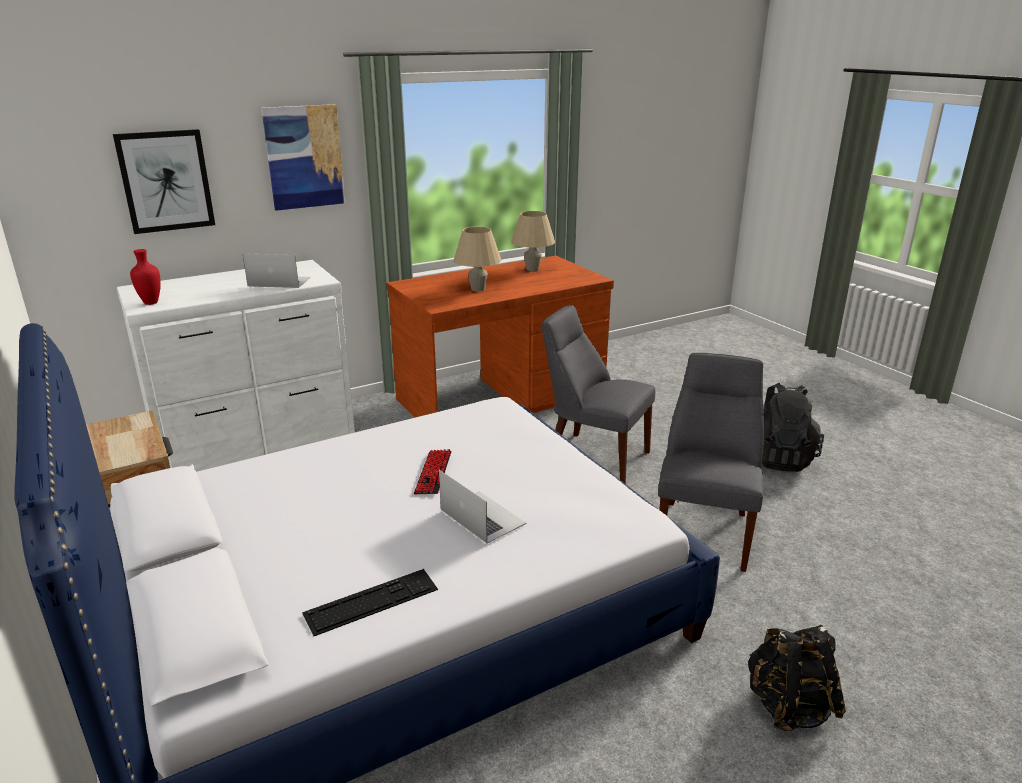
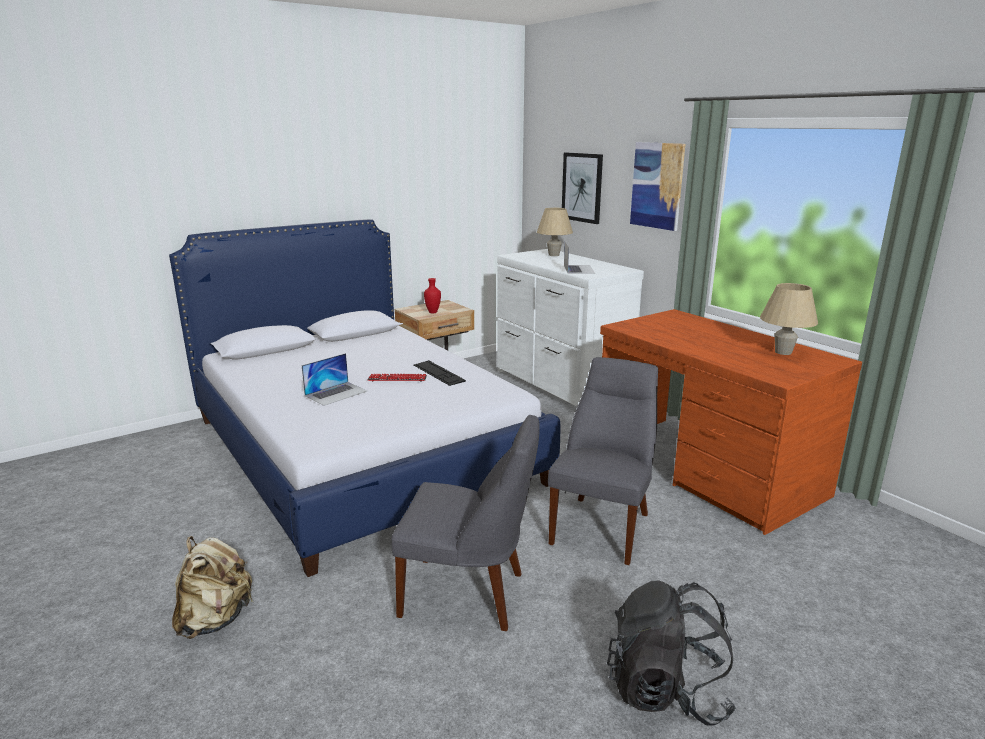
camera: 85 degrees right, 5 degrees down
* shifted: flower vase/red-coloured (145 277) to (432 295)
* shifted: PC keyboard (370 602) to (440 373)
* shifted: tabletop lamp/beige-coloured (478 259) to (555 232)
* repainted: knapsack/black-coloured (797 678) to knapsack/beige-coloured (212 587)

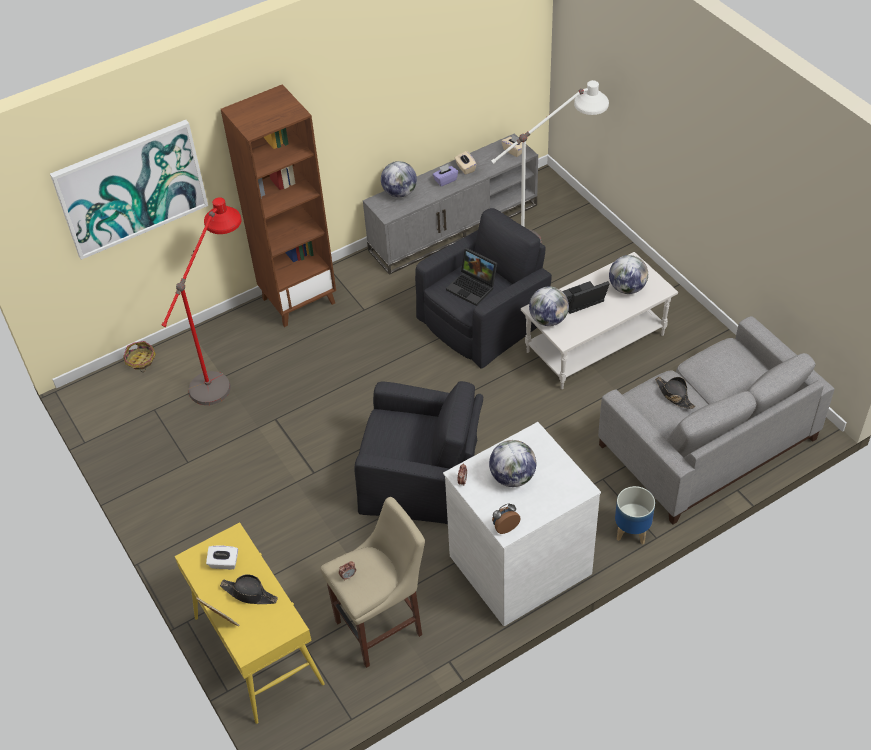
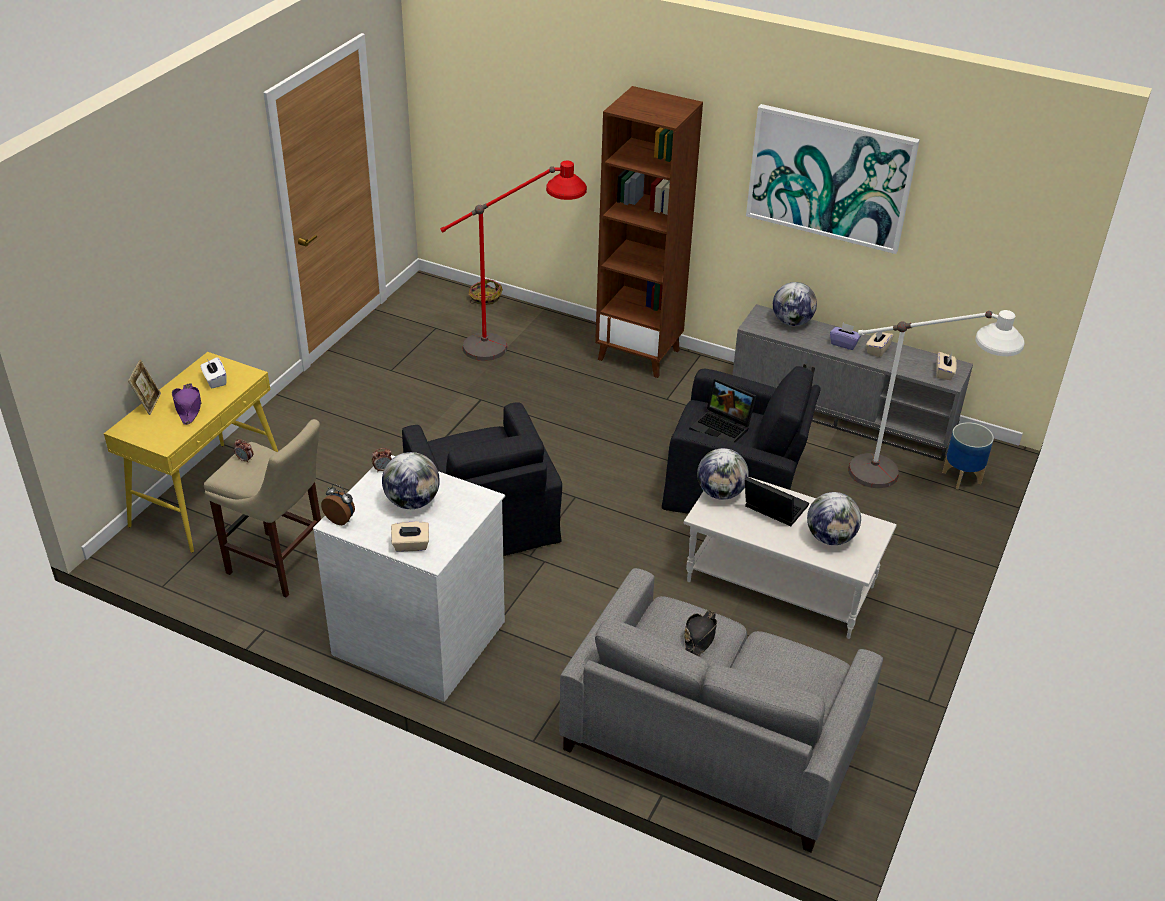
camera: 55 degrees right, 10 degrees down
* shifted: wall picture (129 190) to (833 179)
* repainted: wearable hat/black-coloured (249 589) to wearable hat/purplish (187 404)
* rotated: notebook computer (471 277) = (722 410) 60 degrees counterclockwise
* shifted: planter (635 515) to (968 455)
* new: tissue box/beige-coloured (410 536)

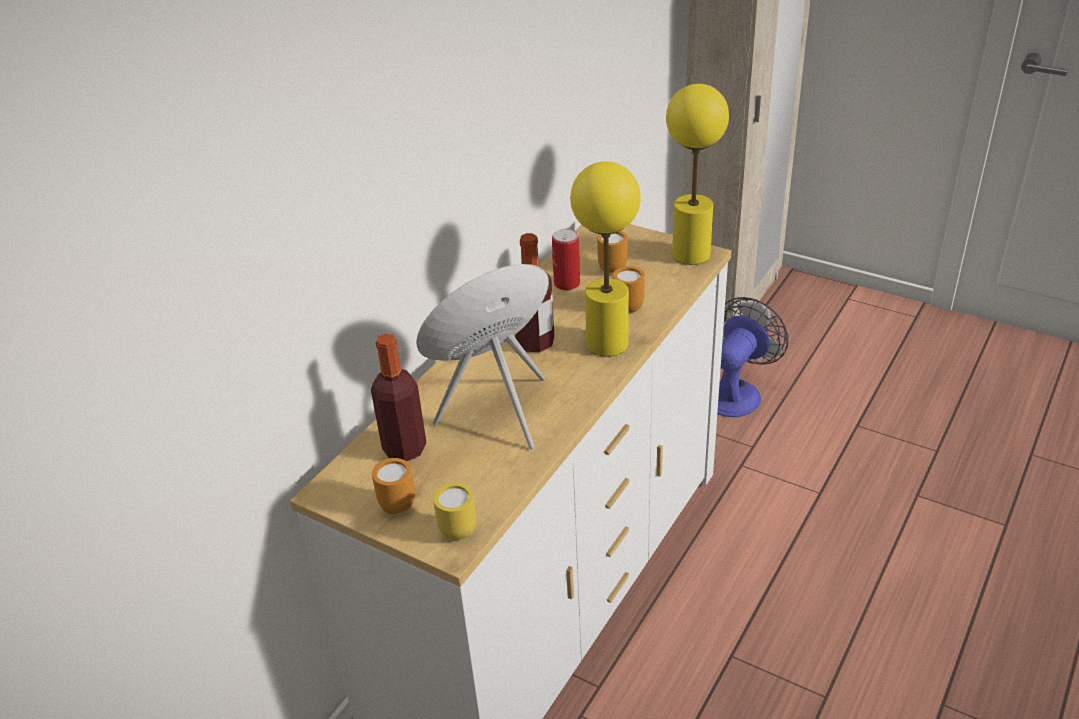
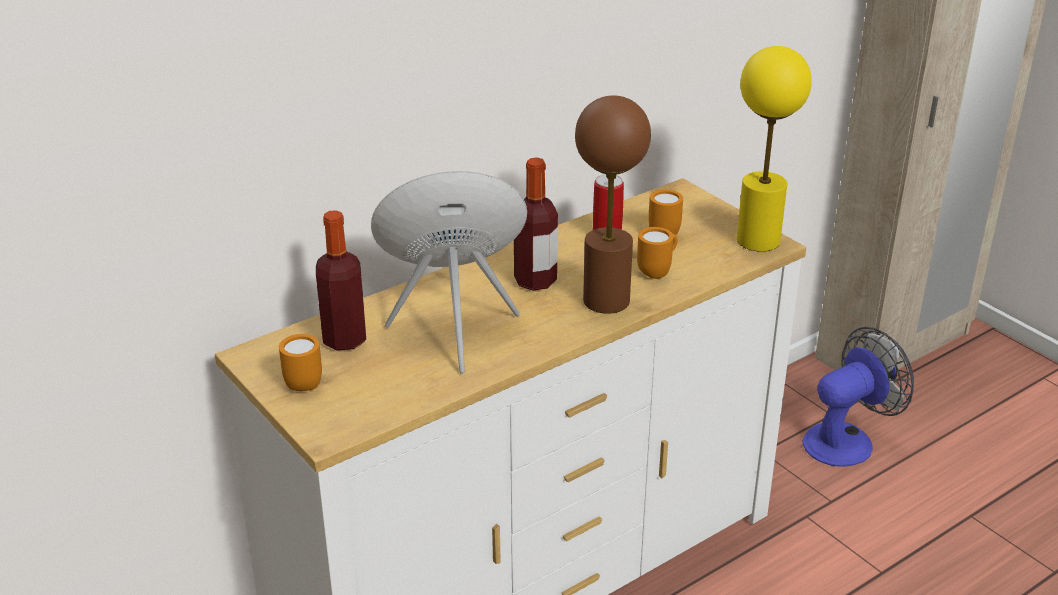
camera: 20 degrees right, 5 degrees down
* gone: coffee mug/yellow (454 511)
* repainted: tabletop lamp/yellow (605 259) to tabletop lamp/brown-coloured (613 204)

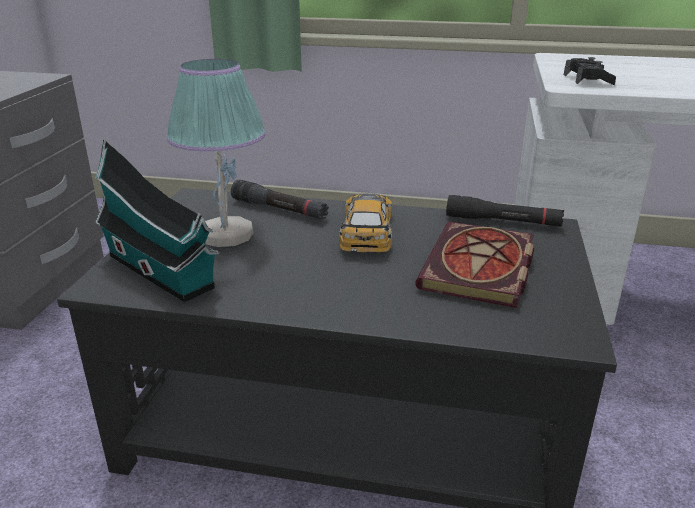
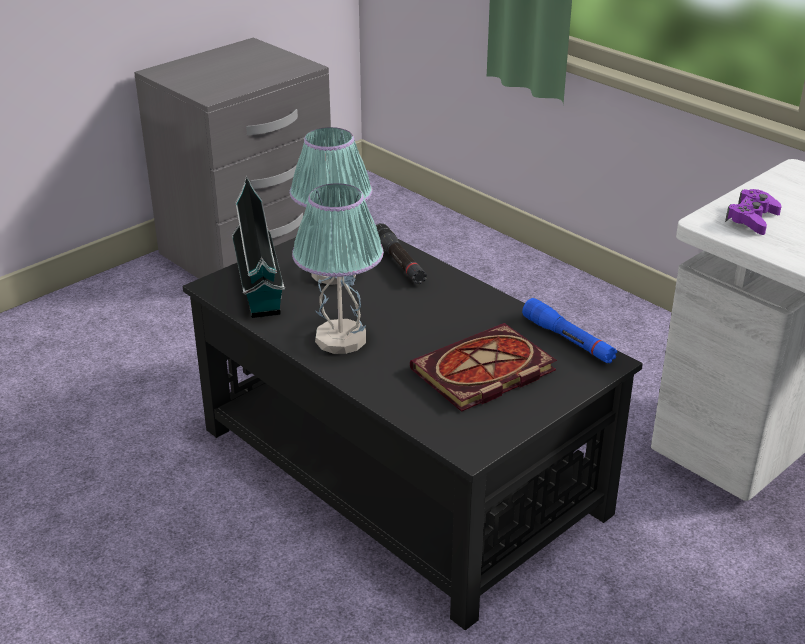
camera: 35 degrees right, 5 degrees up
* gone: toy car (365 222)
* repainted: flashlight/black-coloured (505 211) to flashlight/blue-coloured (569 331)
* repainted: joypad/black-coloured (590 71) to joypad/purplish (753 212)
* new: tabletop lamp (338 268)

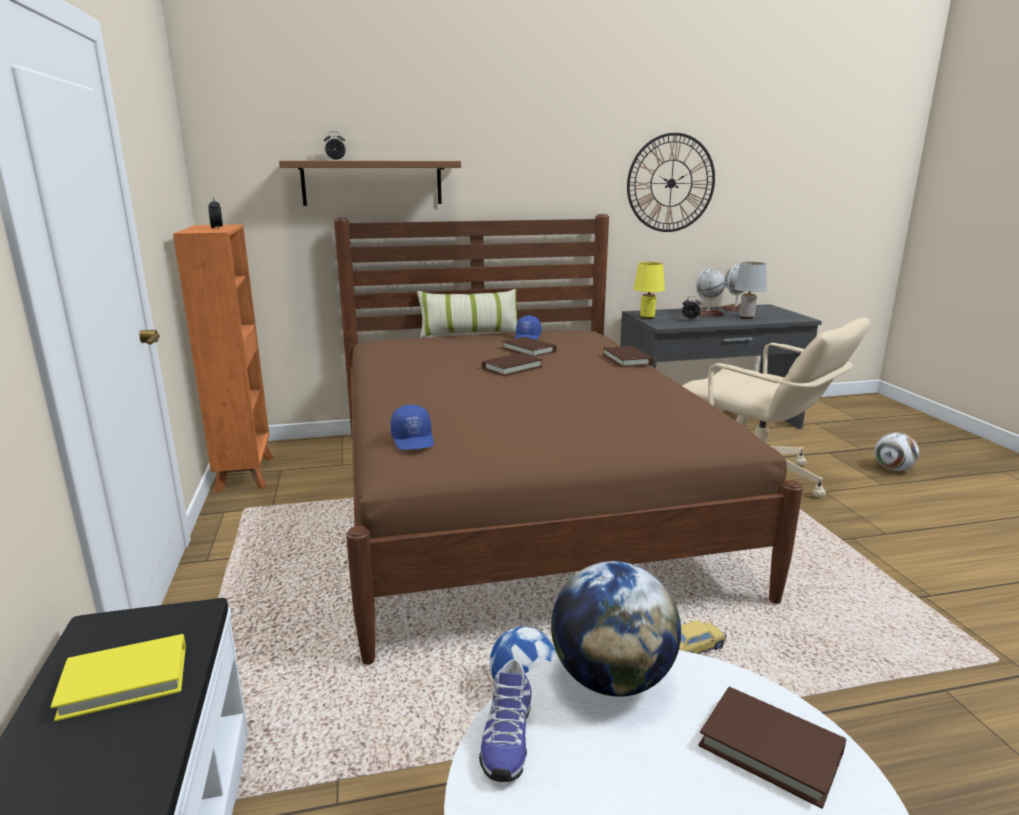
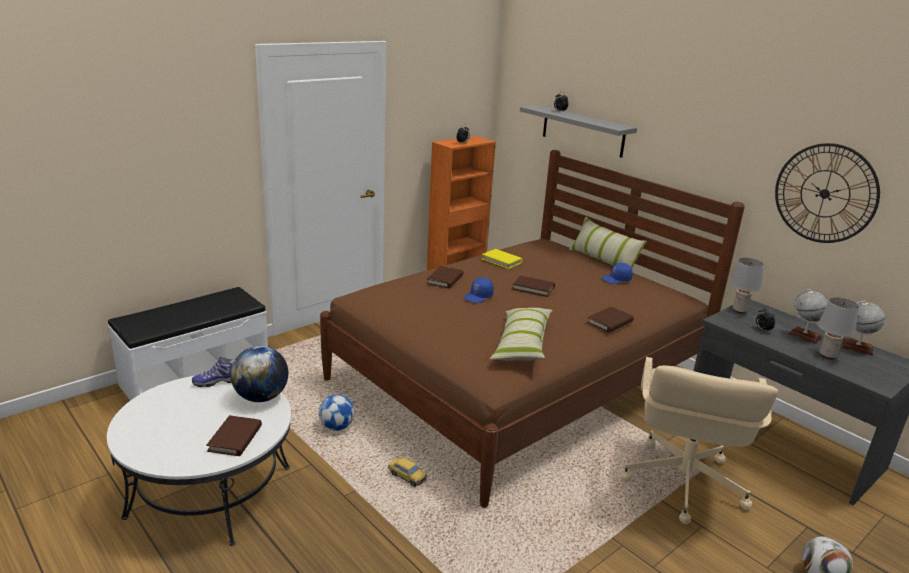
camera: 60 degrees right, 5 degrees up
* shifted: volume/yellow (118 677) to (502 259)
* repainted: wall shelf/brown-coloured (370 183) to wall shelf/gray (578 131)
* shifted: baseball cap/blue-coloured (412 427) to (479 290)
* shifted: volume/brown-coloured (529 347) to (445 277)
* repainted: tabletop lamp/yellow (649 290) to tabletop lamp/gray (747 285)
* new: cushion (521 334)

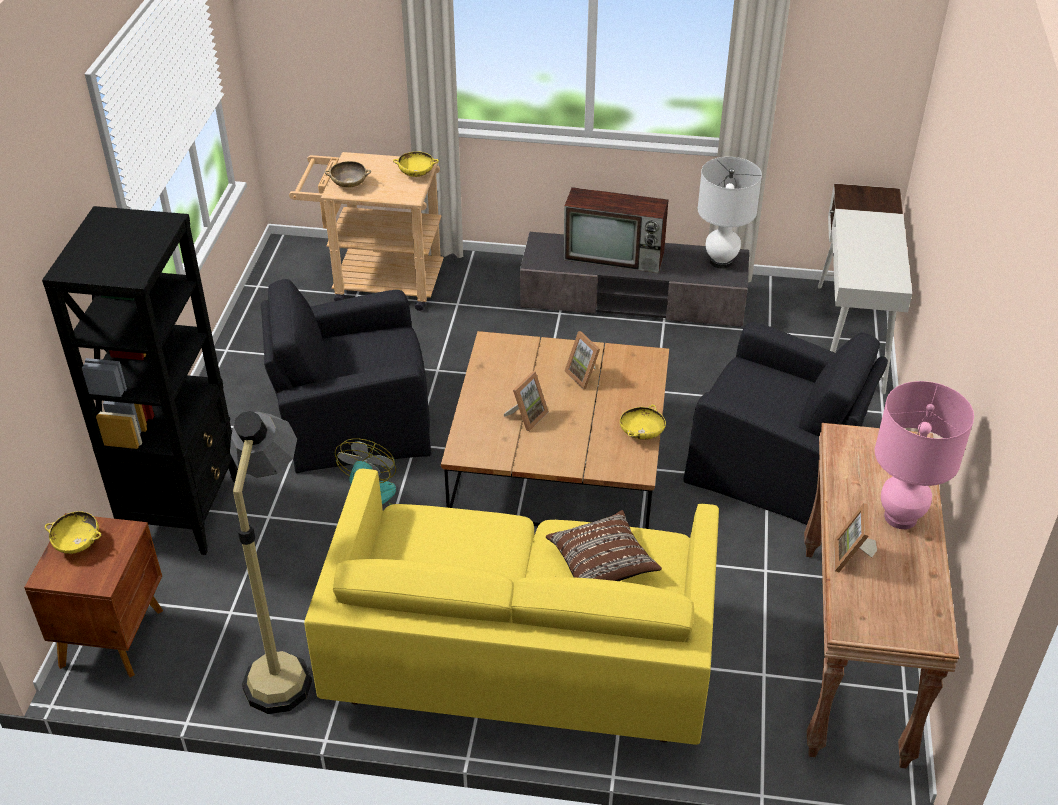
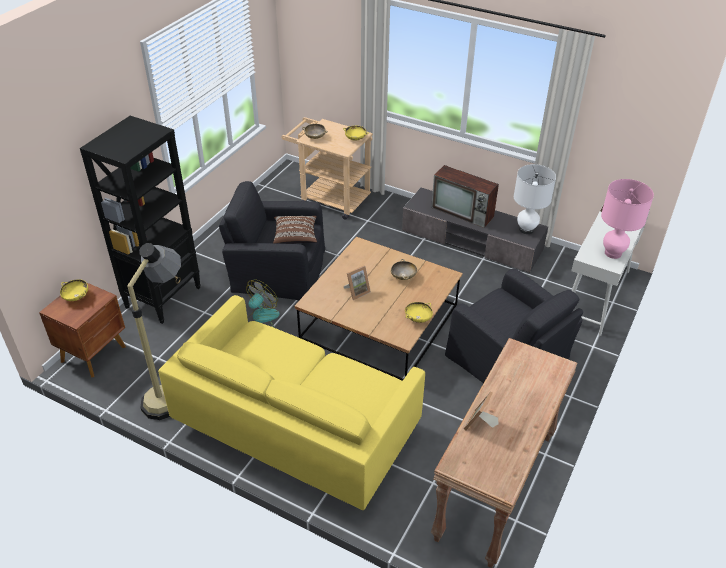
camera: 20 degrees right, 0 degrees up
* shifted: cushion/brown-coloured (604 545) to (295 230)
* swapped: photo frame (582 360) to serving bowl/beige-coloured (404 269)
* shifted: tabletop lamp/pinkish (924 455) to (627 219)

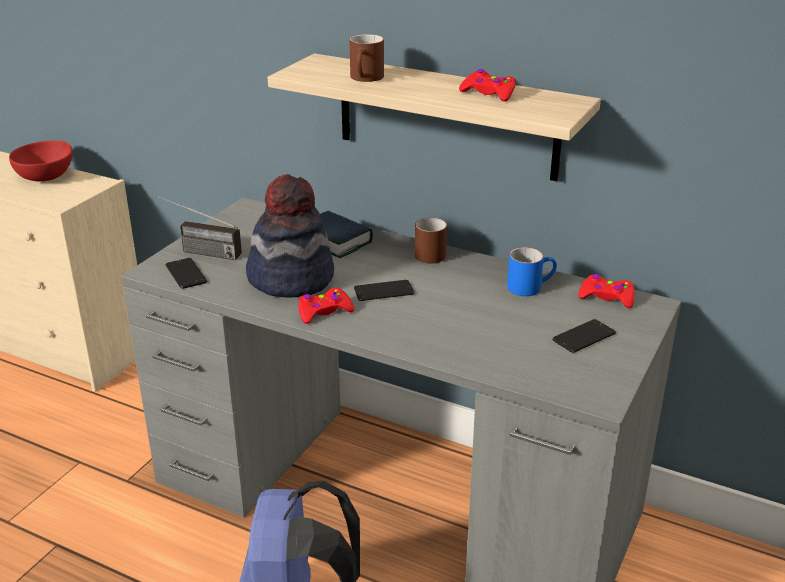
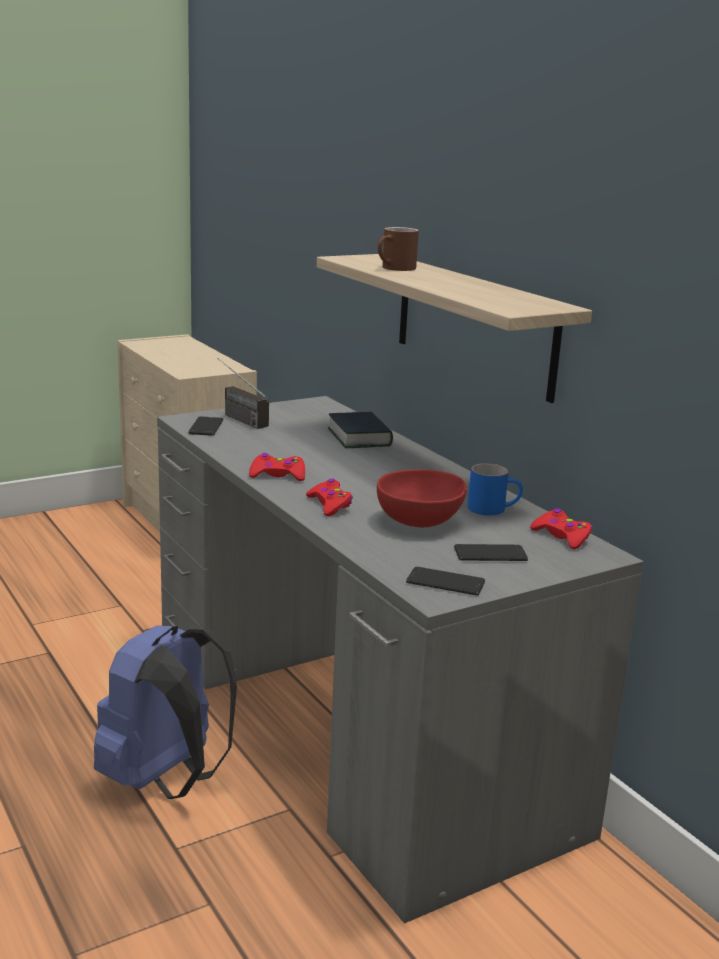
camera: 30 degrees right, 10 degrees down
* shifted: serving bowl/red-coloured (40 161) to (422 498)
* gone: wearable hat (290 235)
* shifted: handset (384 290) to (445 581)
* gone: coffee mug/brown-coloured (431 240)
* shifted: joypad/red-coloured (487 85) to (329 497)

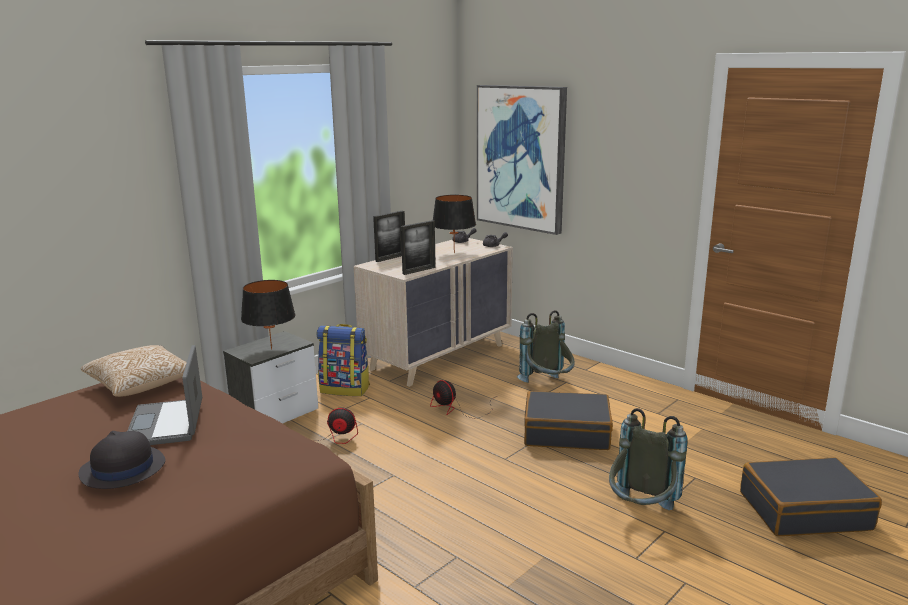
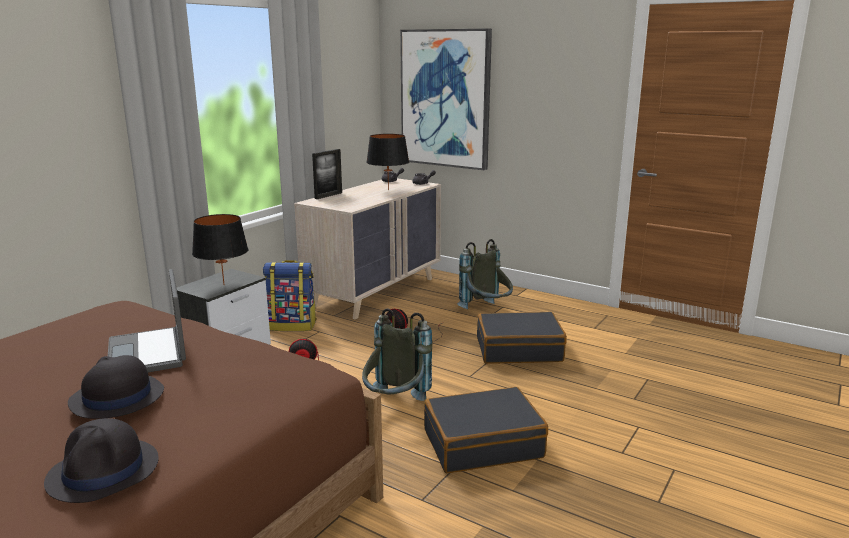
camera: 10 degrees left, 0 degrees up
* gone: cushion (134 371)
* gone: photo frame (418 247)
* shifted: knapsack/gray (648 459) to (397 354)
* shifted: suitcase/black-coloured (811 496) to (486 430)
* new: wearable hat/black-coloured (101 460)

